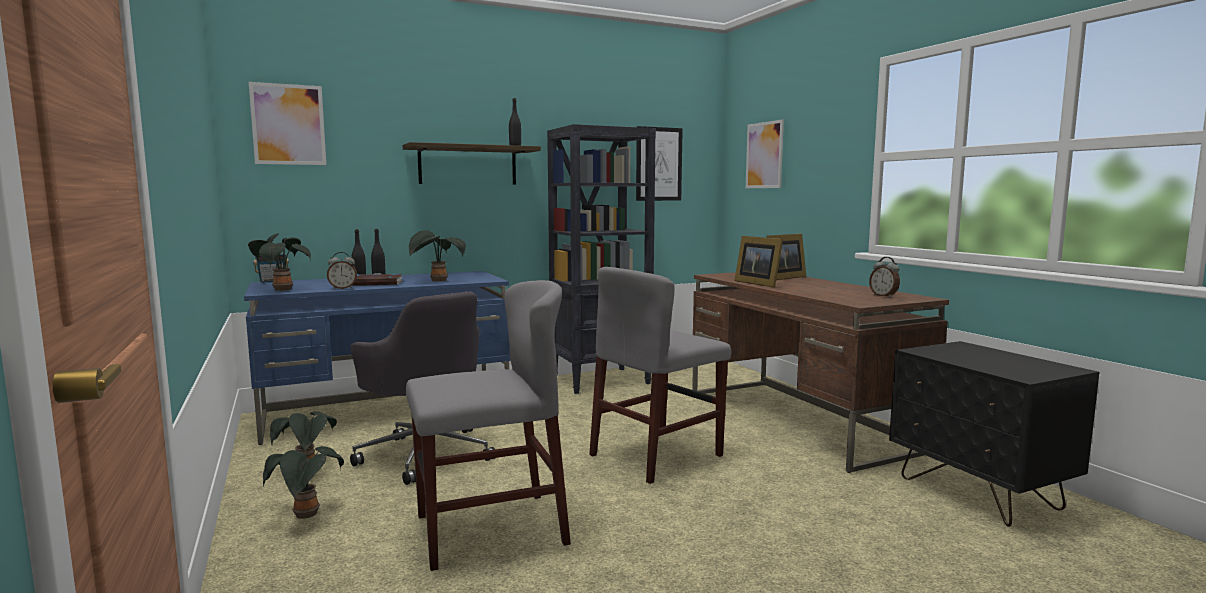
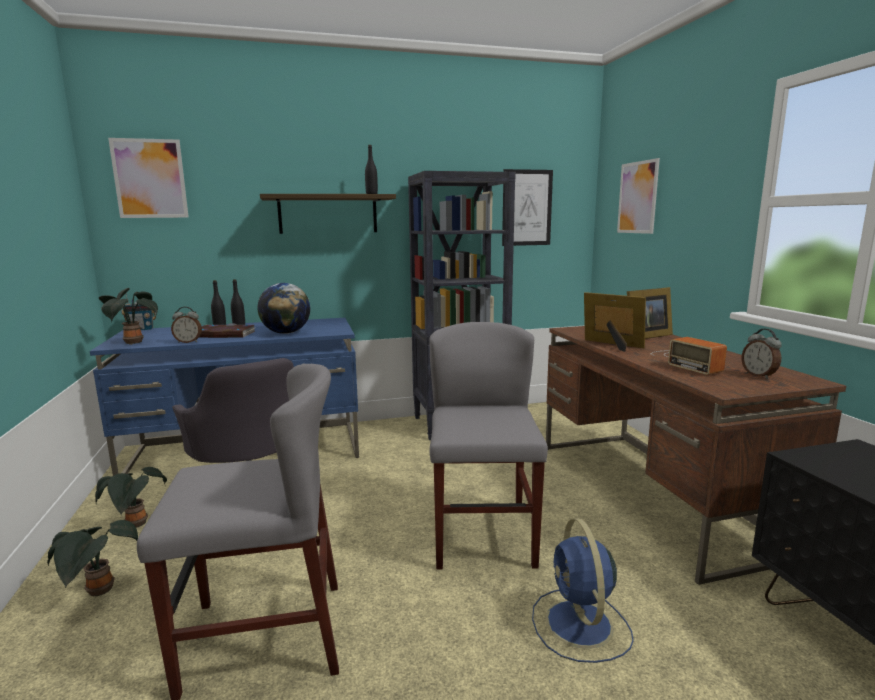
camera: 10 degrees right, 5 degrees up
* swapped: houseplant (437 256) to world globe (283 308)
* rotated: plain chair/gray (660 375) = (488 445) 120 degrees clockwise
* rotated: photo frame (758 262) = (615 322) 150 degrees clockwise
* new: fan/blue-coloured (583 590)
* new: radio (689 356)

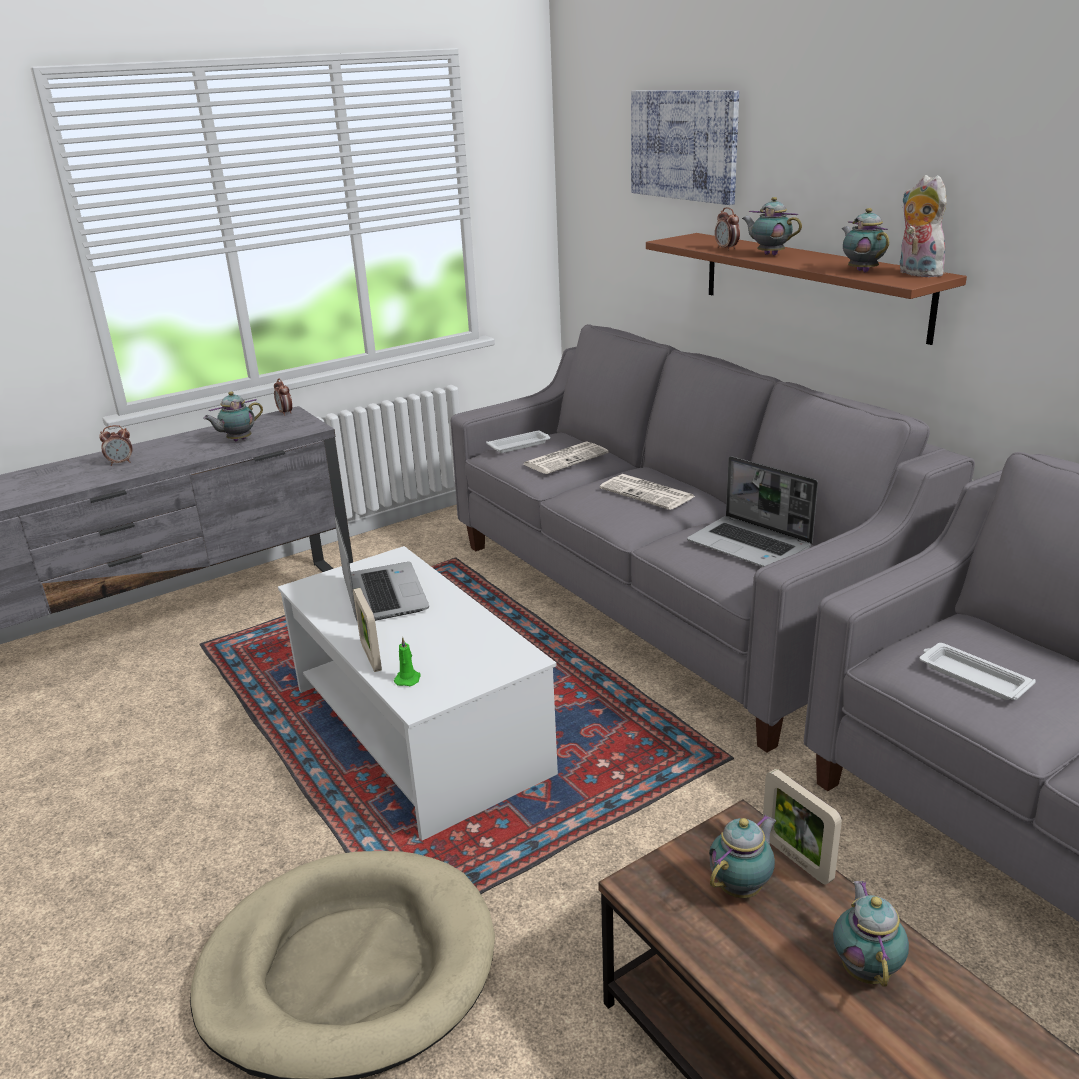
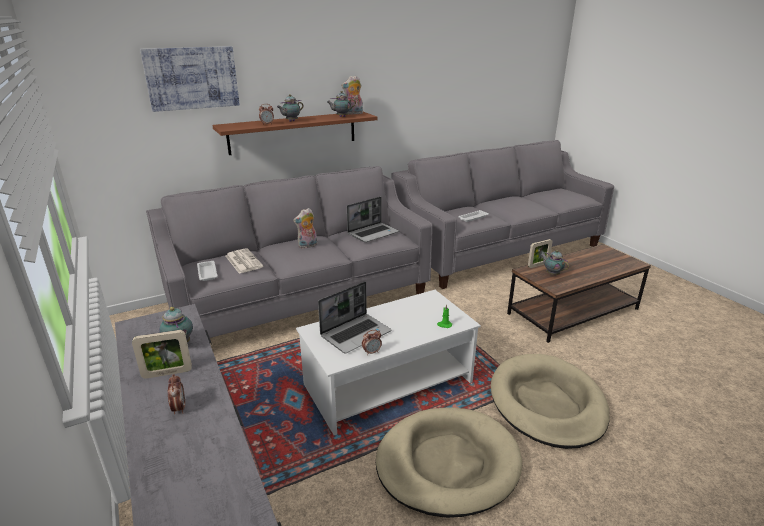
camera: 85 degrees left, 0 degrees up
* shifted: bedside clock (283 397) to (372 342)
* rotated: notebook computer (382 568) = (354 318) 150 degrees clockwise
* shifted: photo frame (367 630) to (162 354)
* swapped: newspaper (647 492) to cuddly toy (305 228)
* gone: pot for tea (871 934)
* new: pet bed/beige-coloured (449 462)

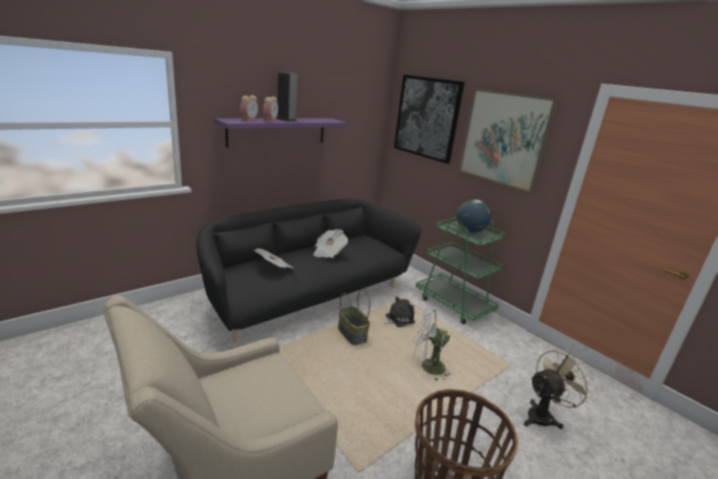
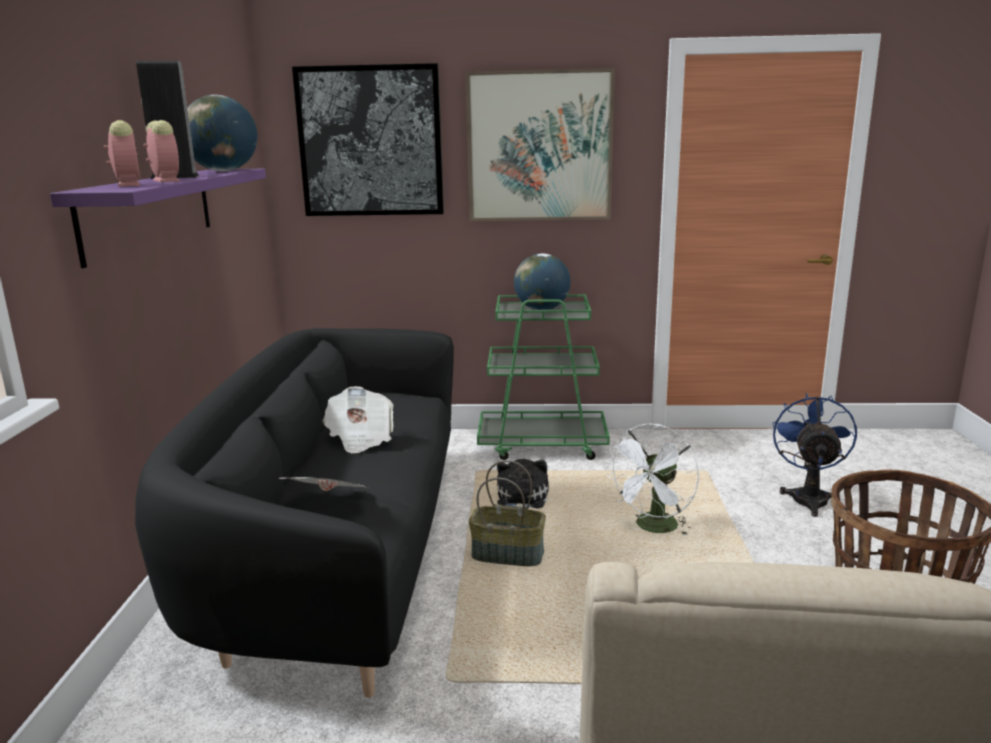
camera: 45 degrees left, 5 degrees down
* repainted: fan/beige-coloured (559 389) to fan/blue-coloured (814 455)
* new: world globe (222 133)

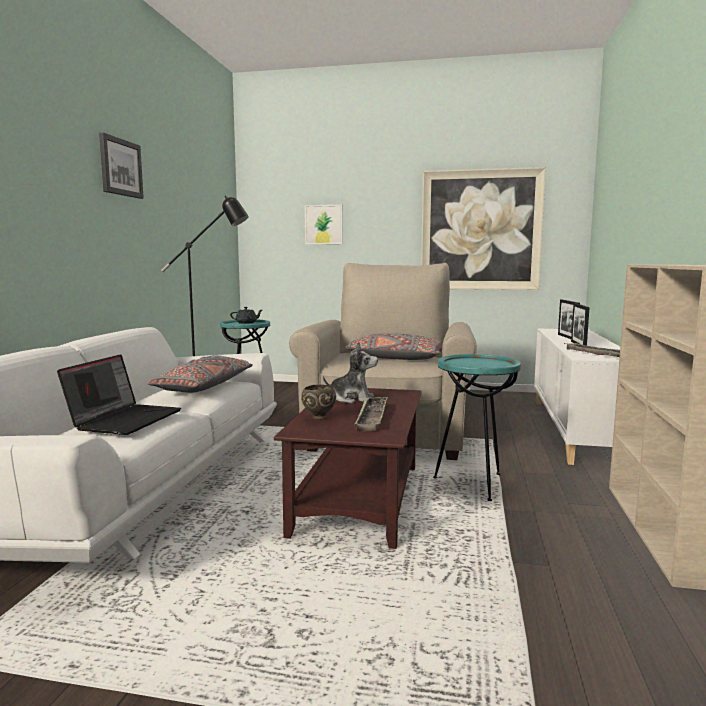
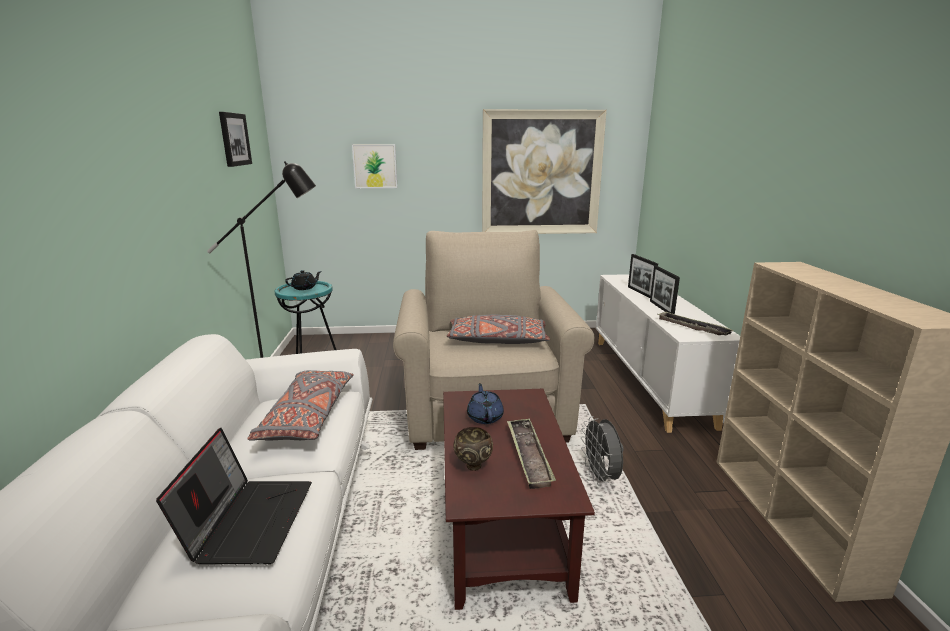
camera: 15 degrees left, 10 degrees up
* shifted: wall picture (121 166) to (235 139)
* swapped: cuddly toy (350 372) to pot for tea/blue-coloured (485 403)
* swapped: side table/blue-green (477 427) to fan/gray (602 451)

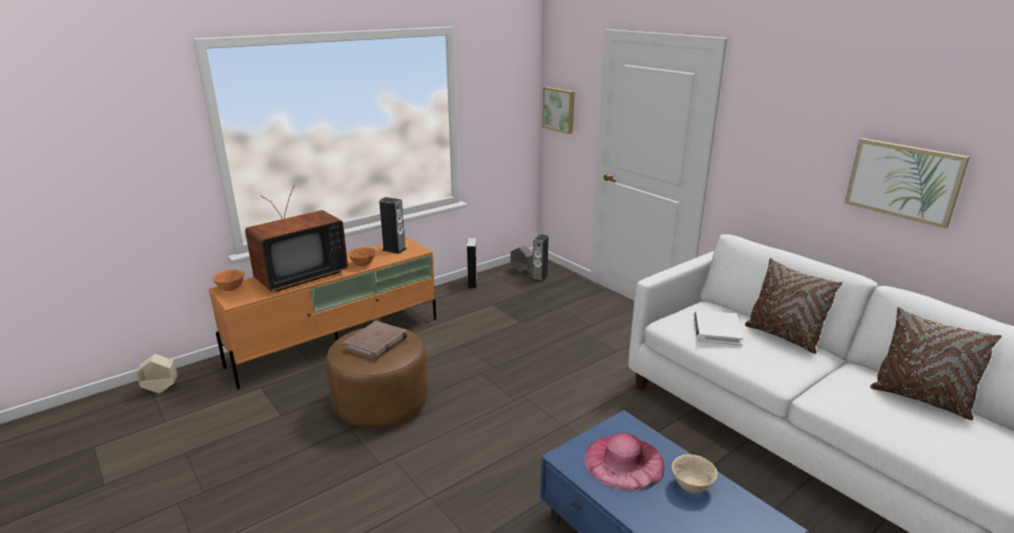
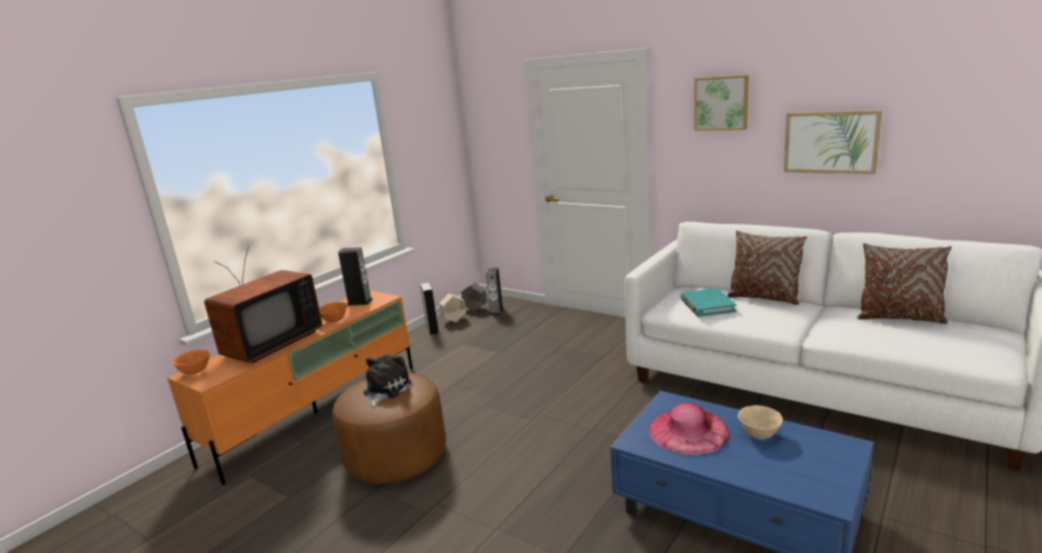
camera: 15 degrees left, 5 degrees down
* shifted: planter/beige-coloured (157 374) to (452 308)
* swapped: volume/brown-coloured (376 340) to cuddly toy (387 381)
* shifted: wall picture (558 110) to (721 103)
* repainted: volume/whitish (718 328) to volume/blue-green (708 302)

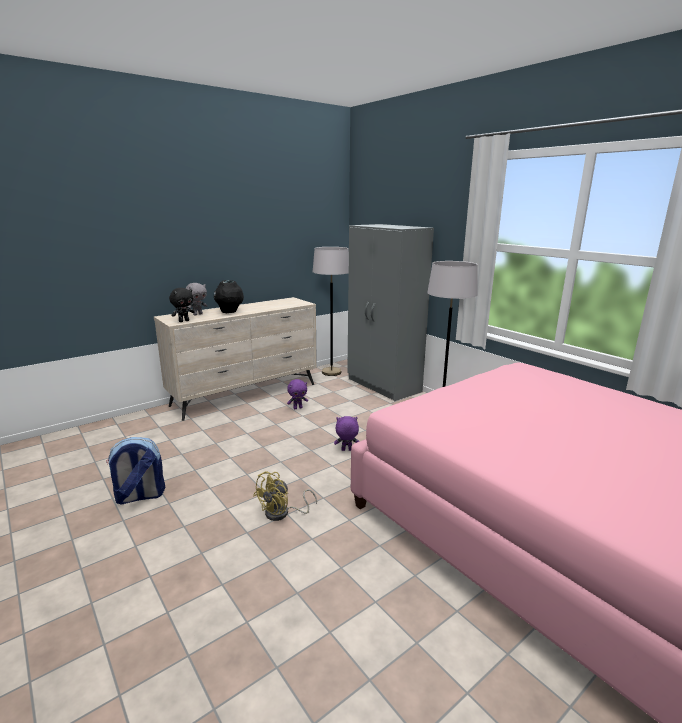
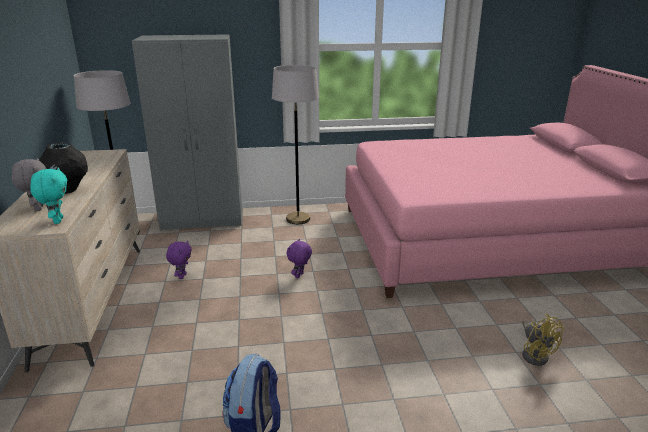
camera: 60 degrees left, 5 degrees up
* repainted: cuddly toy/black-coloured (182 305) to cuddly toy/blue-green (49 195)
* shifted: fan/yellow (285 496) to (543 340)

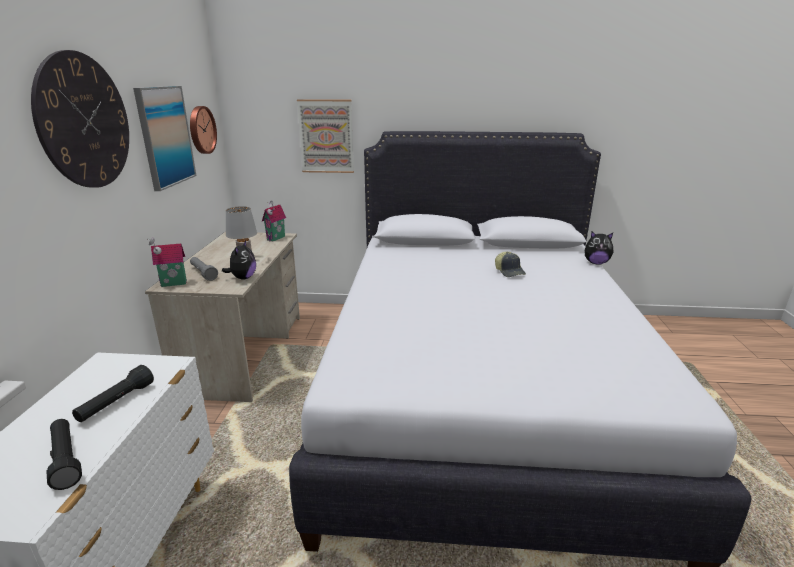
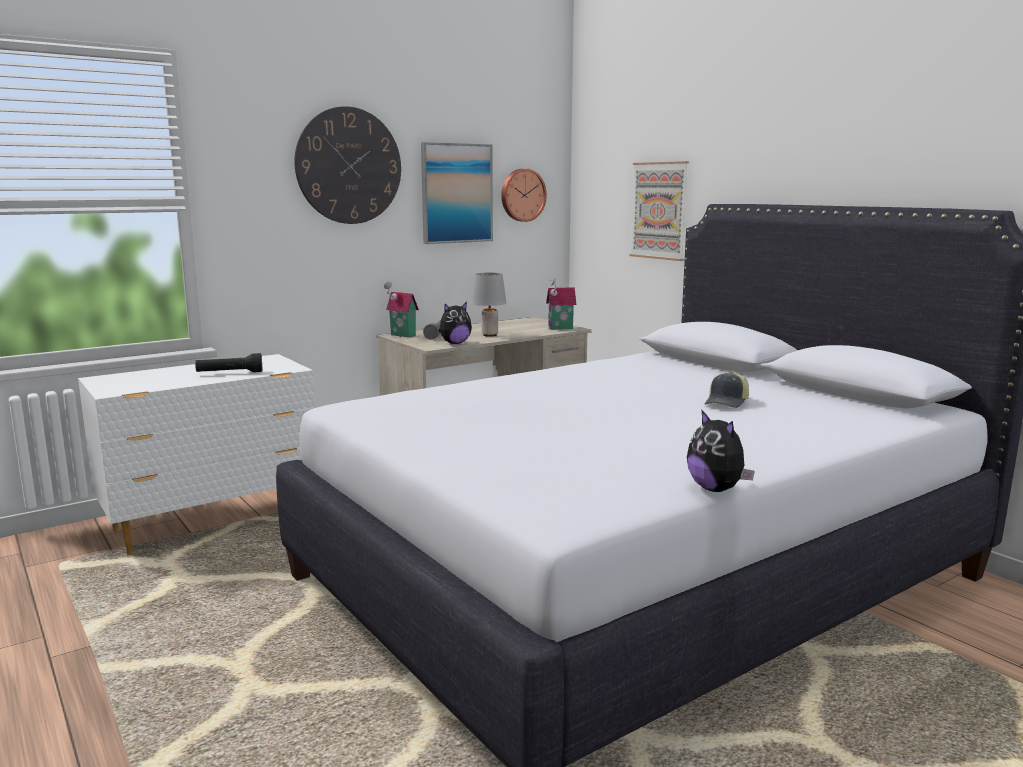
camera: 50 degrees right, 10 degrees down
* gone: flashlight/black-coloured (64 454)
* shifted: cuddly toy (599 248) to (721 450)

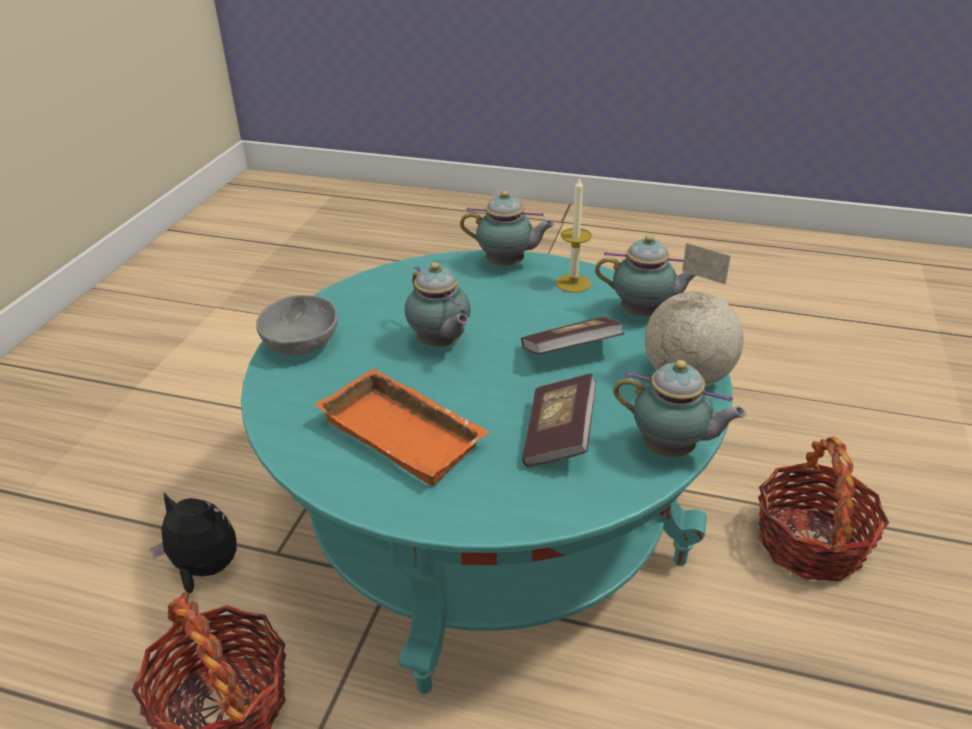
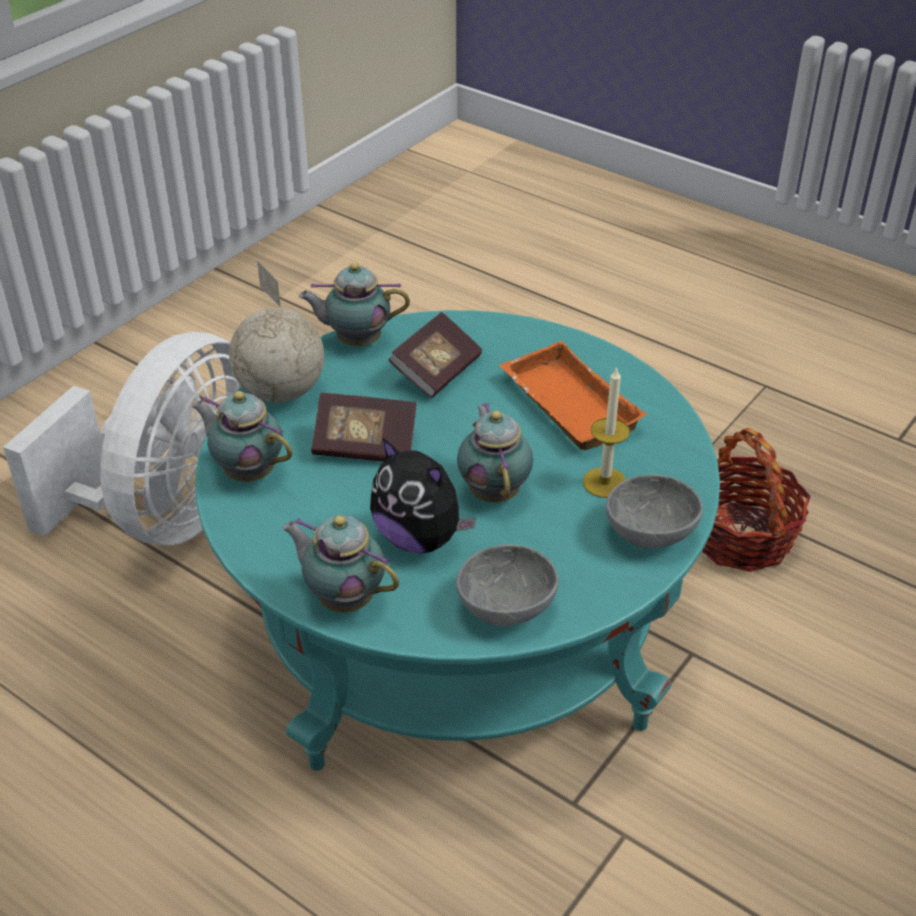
camera: 160 degrees left, 5 degrees up
* shifted: cuddly toy (193 543) to (423 495)
* shifted: wax candle (574 234) to (606 432)
* rotated: pot for tea (679 408) = (354 304) 45 degrees counterclockwise
* swapped: basket (823 509) to fan/whitish (122 439)
* new: serving bowl/gray (507 585)

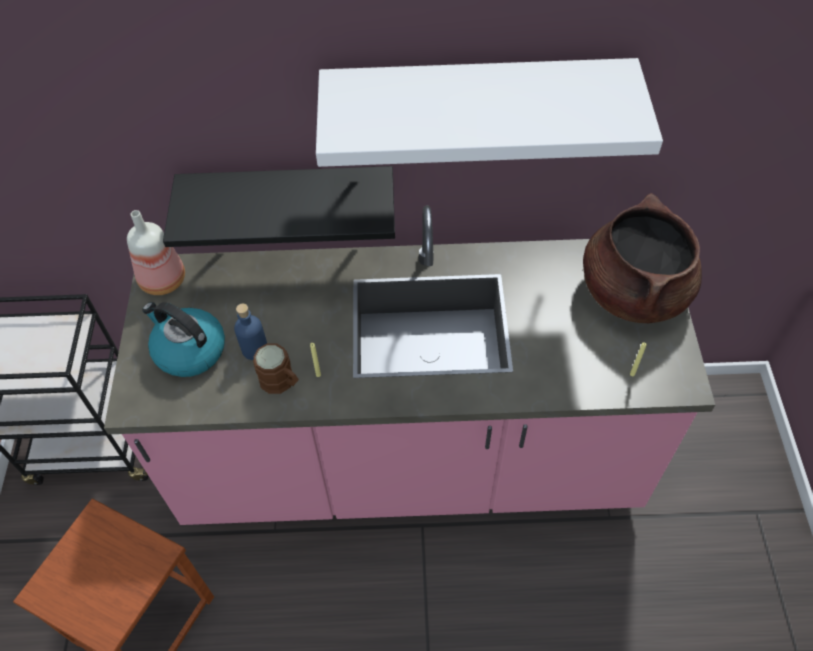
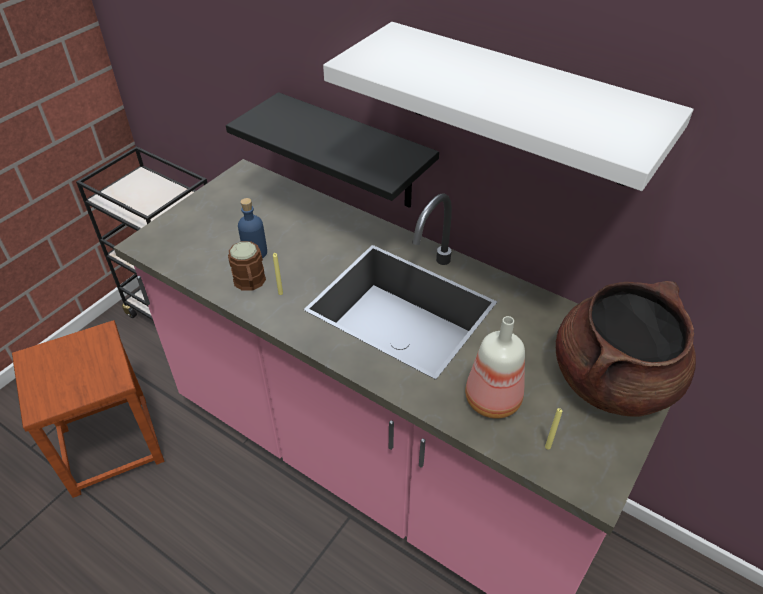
camera: 35 degrees right, 10 degrees down
* shifted: beverage bottle (156 252) to (495 367)
* gone: water kettle (183 339)

